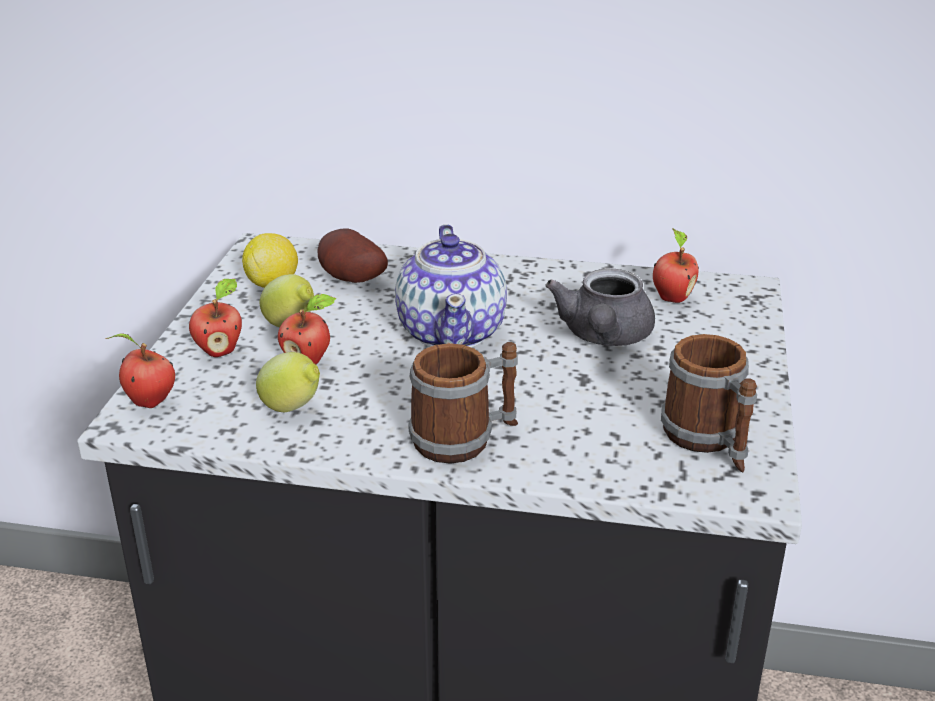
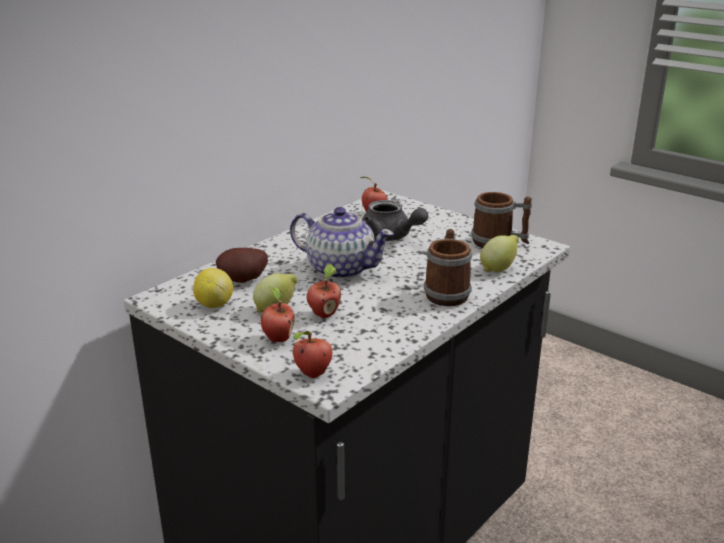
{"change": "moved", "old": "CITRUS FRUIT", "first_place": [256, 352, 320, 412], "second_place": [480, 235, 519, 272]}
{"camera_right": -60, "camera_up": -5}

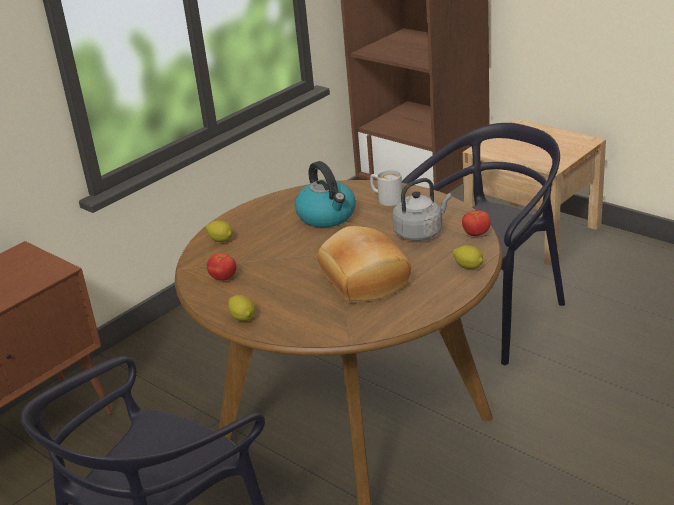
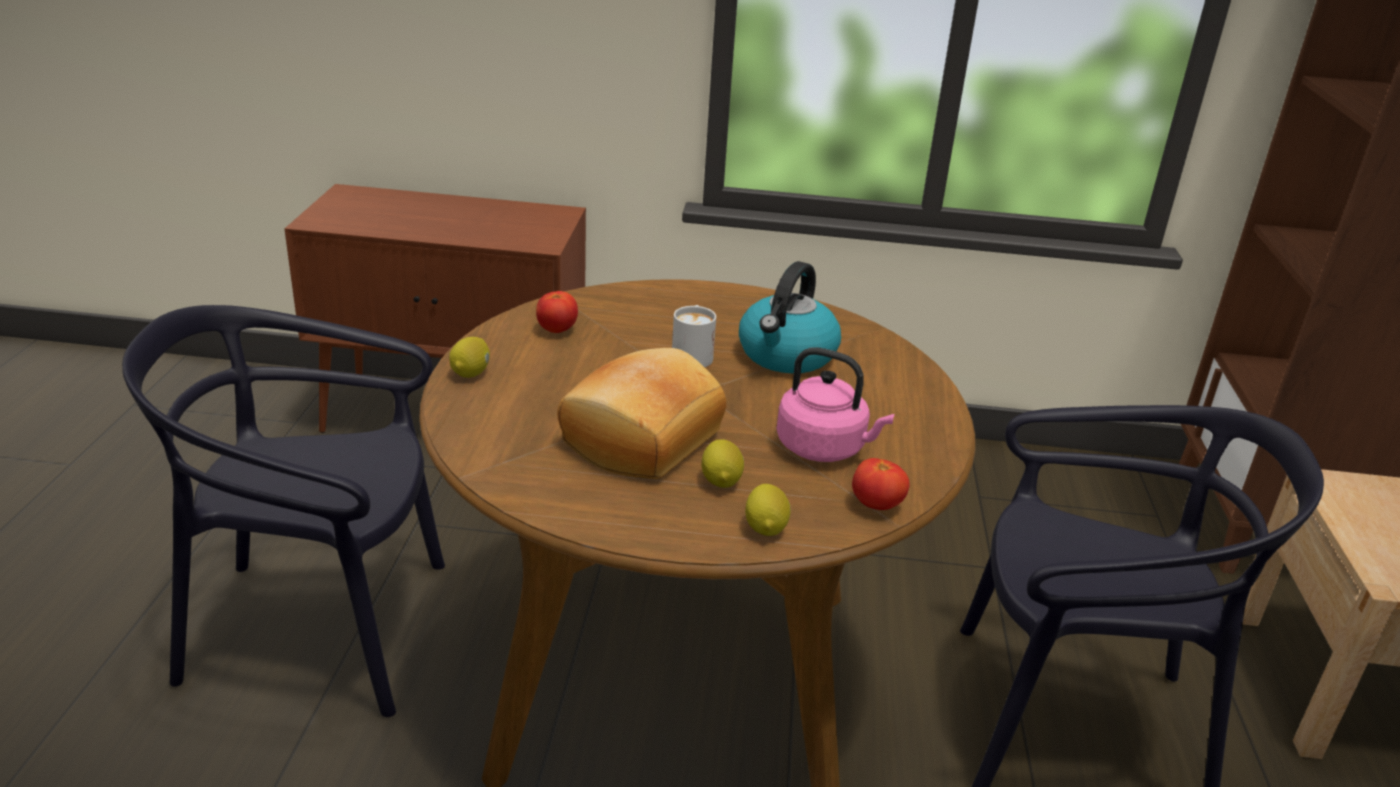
{"change": "moved", "old": "CITRUS FRUIT", "first_place": [206, 220, 233, 242], "second_place": [701, 439, 744, 488]}
{"change": "moved", "old": "WHITE COFFEE MUG", "first_place": [370, 170, 402, 206], "second_place": [672, 305, 716, 367]}
{"change": "recoloured", "old": "GRAY WATER KETTLE", "new": "PINK WATER KETTLE", "first_place": [392, 178, 452, 241], "second_place": [777, 347, 894, 462]}
{"camera_right": 50, "camera_up": 0}

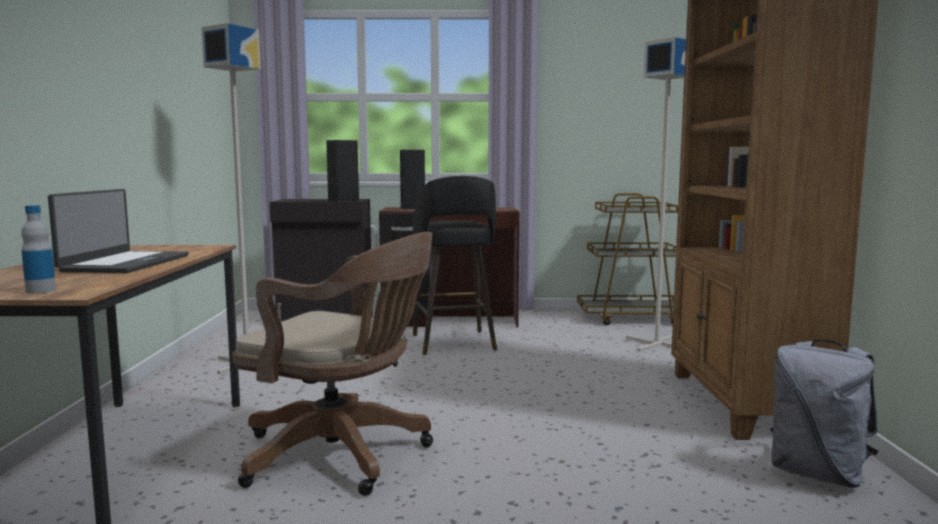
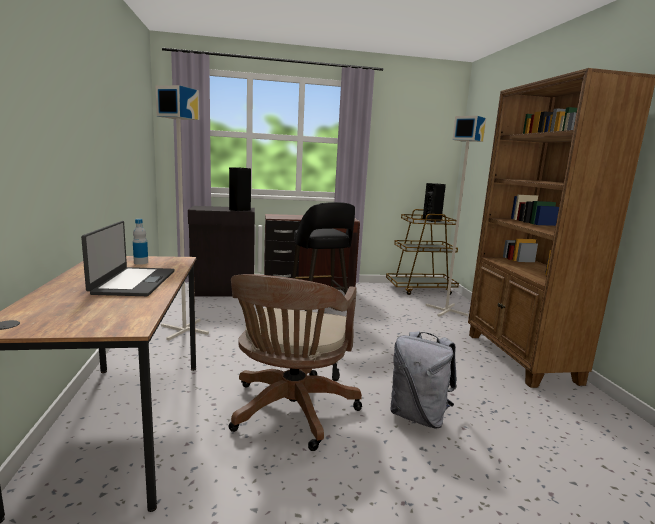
{"change": "moved", "old": "BOTTLE", "first_place": [21, 205, 56, 294], "second_place": [133, 219, 148, 265]}
{"change": "moved", "old": "BLACK SPEAKER", "first_place": [400, 150, 425, 210], "second_place": [423, 183, 446, 222]}
{"change": "moved", "old": "GRAY KNAPSACK", "first_place": [770, 339, 879, 488], "second_place": [390, 331, 457, 428]}
{"change": "turned", "old": "BROWNISH COMPUTER CHAIR", "first_place": [232, 232, 433, 496], "second_place": [229, 274, 362, 451], "degrees": 90}
{"camera_right": -10, "camera_up": 5}

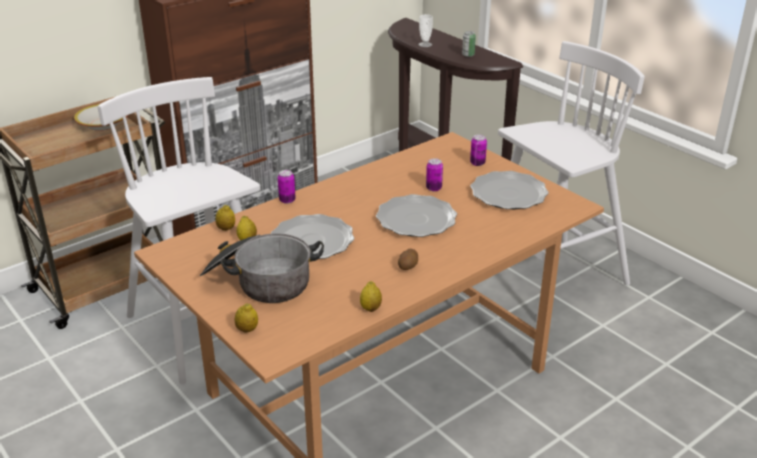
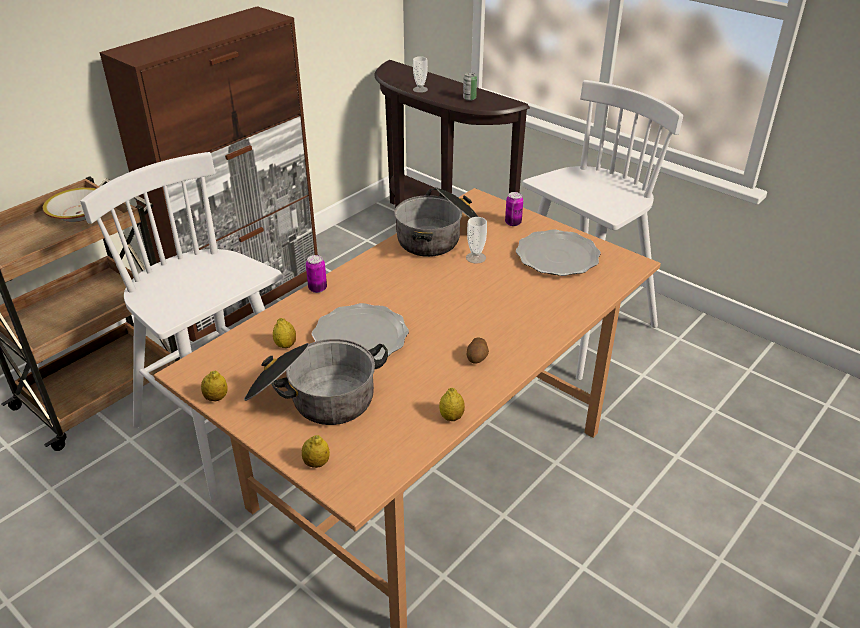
{"change": "removed", "old": "FLAT DISH", "first_place": [376, 194, 457, 237]}
{"change": "added", "new": "COOKING POT", "second_place": [394, 187, 478, 257]}
{"change": "moved", "old": "CITRUS FRUIT", "first_place": [215, 205, 235, 231], "second_place": [201, 371, 228, 402]}
{"change": "replaced", "old": "METAL CAN", "new": "CUP", "first_place": [426, 158, 443, 191], "second_place": [466, 217, 487, 263]}
{"camera_right": -10, "camera_up": 5}

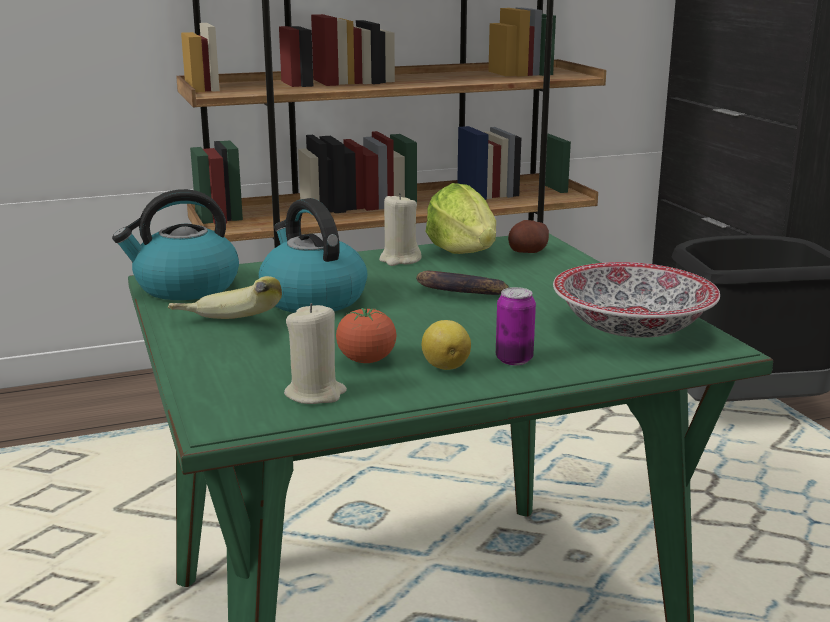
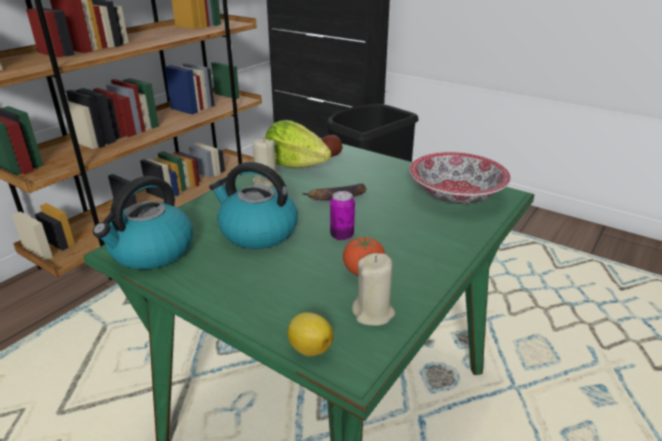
{"change": "removed", "old": "WHOLE BANANA", "first_place": [168, 276, 282, 319]}
{"change": "moved", "old": "CITRUS FRUIT", "first_place": [422, 320, 471, 370], "second_place": [287, 312, 333, 356]}
{"change": "moved", "old": "METAL CAN", "first_place": [496, 287, 536, 365], "second_place": [330, 191, 355, 240]}
{"camera_right": -35, "camera_up": 10}

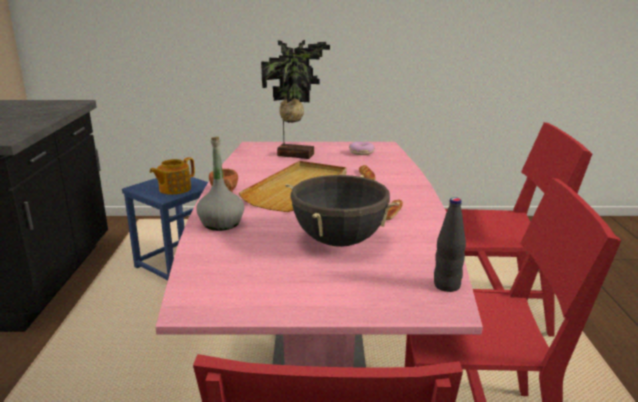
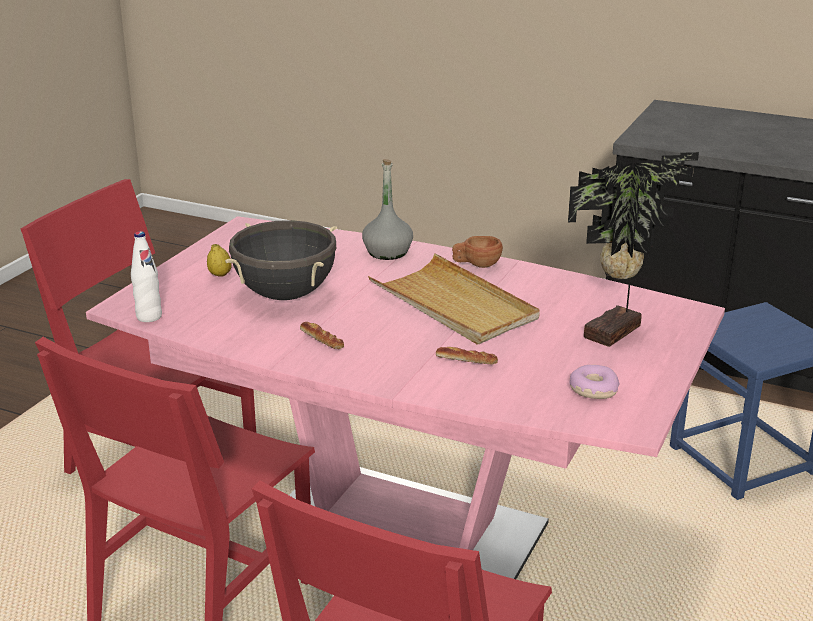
{"change": "removed", "old": "TEAPOT", "first_place": [149, 157, 195, 195]}
{"change": "added", "new": "CITRUS FRUIT", "second_place": [207, 244, 232, 277]}
{"change": "recoloured", "old": "BLACK BOTTLE", "new": "WHITE BOTTLE", "first_place": [434, 197, 466, 292], "second_place": [131, 231, 162, 322]}
{"camera_right": 115, "camera_up": 5}

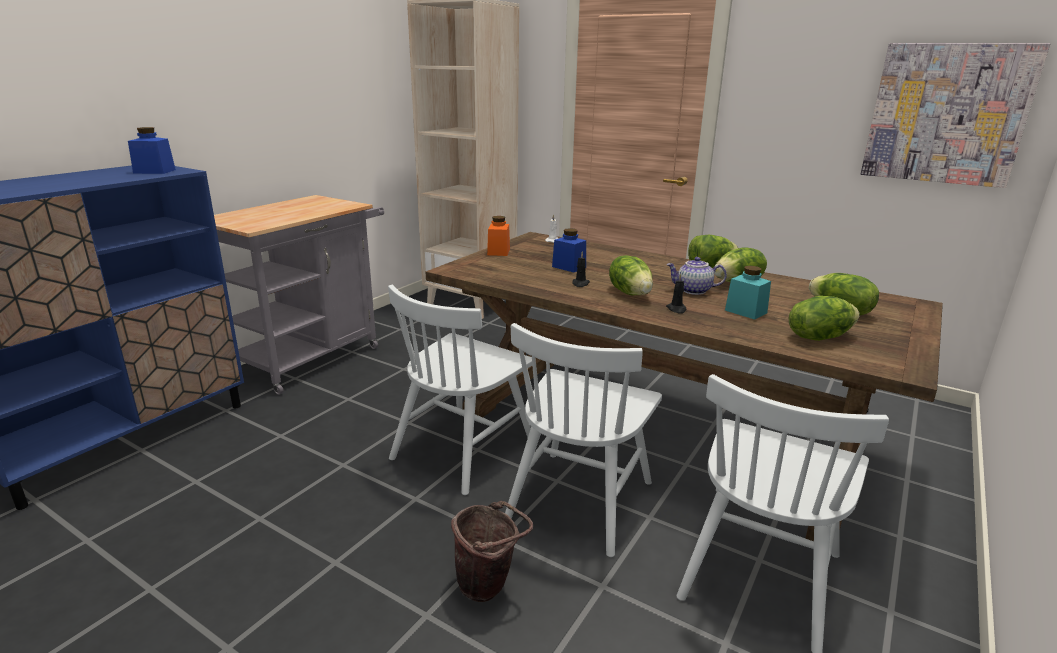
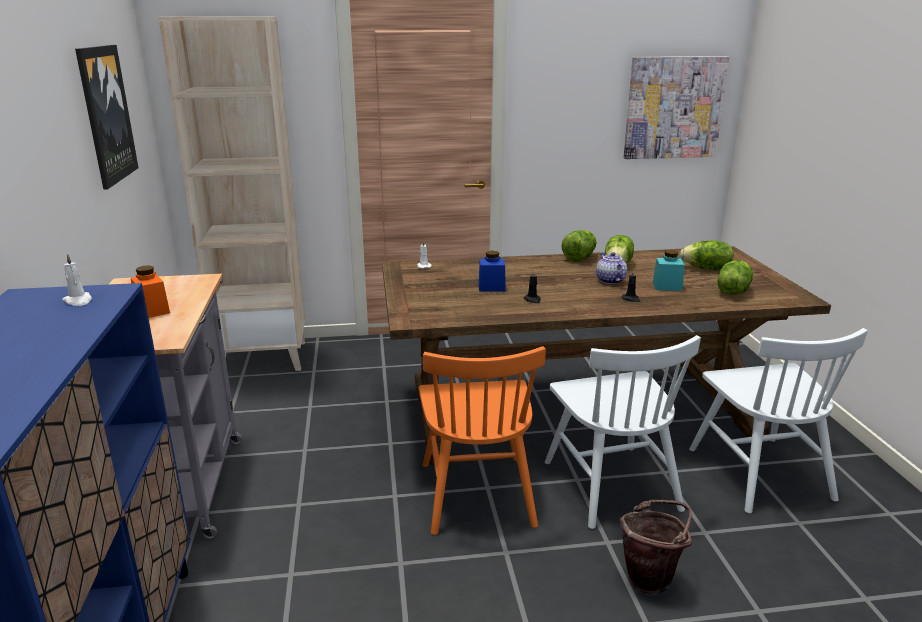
{"change": "removed", "old": "HEAD OF LETTUCE", "first_place": [609, 255, 653, 295]}
{"change": "added", "new": "WALL ART", "second_place": [75, 45, 139, 190]}
{"change": "moved", "old": "ORANGE-COLOURED STORAGE JAR", "first_place": [487, 216, 510, 256], "second_place": [131, 265, 170, 318]}
{"change": "replaced", "old": "BLUE STORAGE JAR", "new": "WHITE CANDLE", "first_place": [128, 127, 176, 174], "second_place": [62, 253, 92, 306]}
{"change": "recoloured", "old": "WHITE CHAIR", "new": "ORANGE-COLOURED CHAIR", "first_place": [388, 285, 532, 495], "second_place": [419, 346, 546, 535]}
{"change": "turned", "old": "TEAPOT", "first_place": [666, 257, 727, 295], "second_place": [596, 252, 627, 284], "degrees": 105}
{"camera_right": -40, "camera_up": 0}

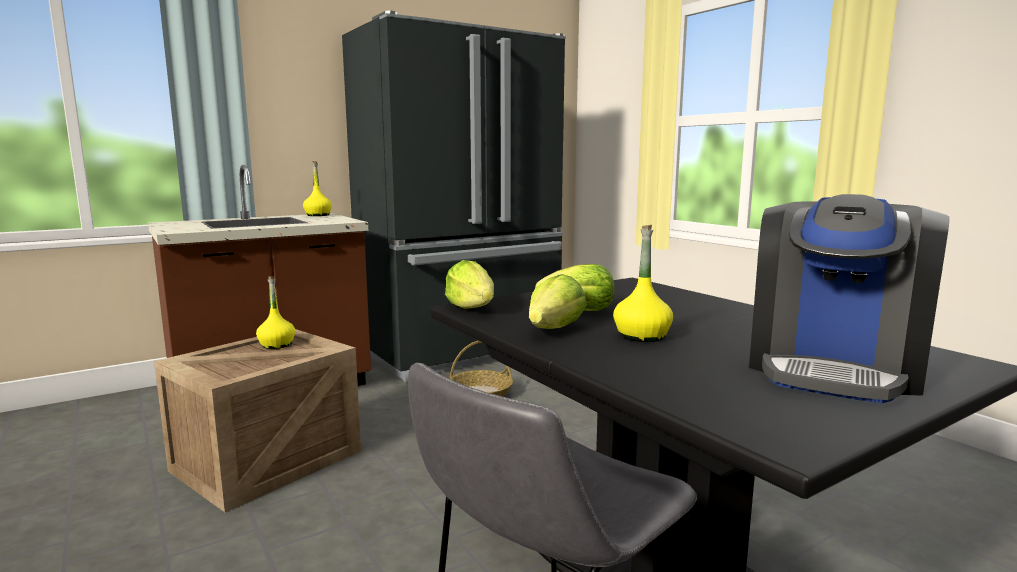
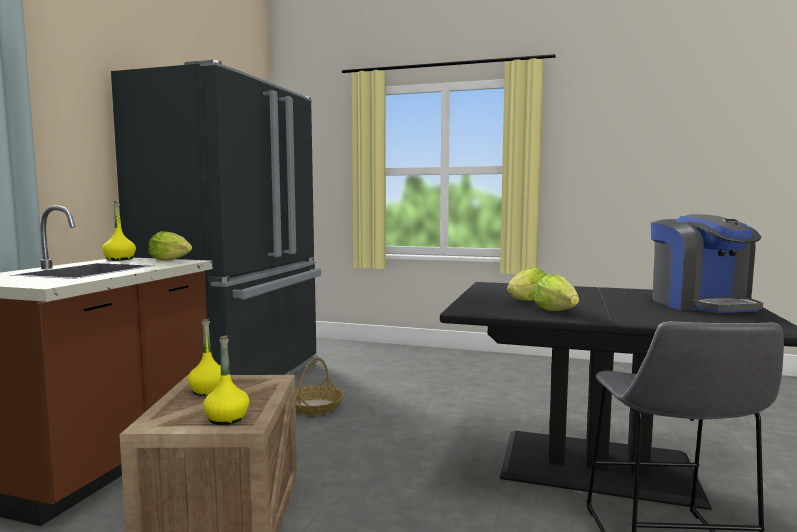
{"change": "moved", "old": "HEAD OF LETTUCE", "first_place": [445, 260, 494, 309], "second_place": [149, 231, 192, 261]}
{"change": "moved", "old": "YELLOW BOTTLE", "first_place": [613, 225, 673, 342], "second_place": [203, 335, 249, 425]}
{"camera_right": -40, "camera_up": -5}

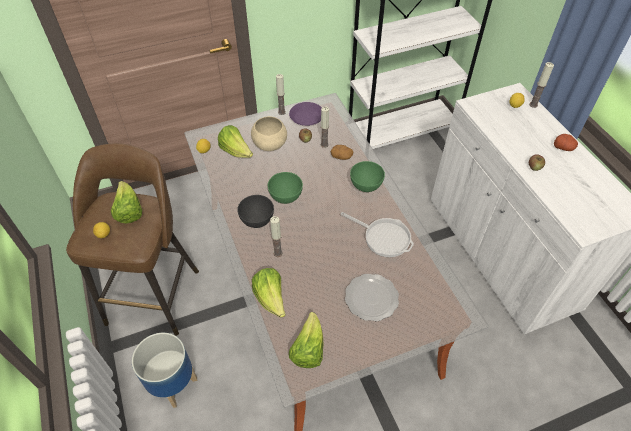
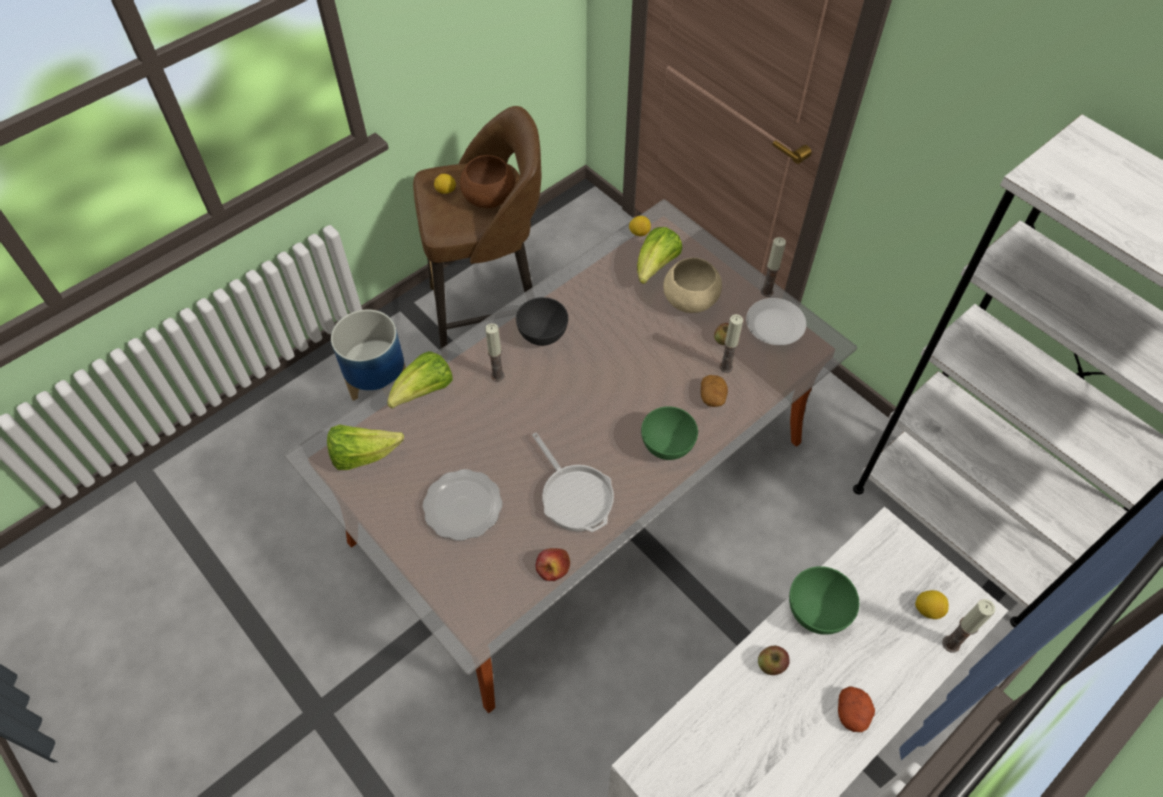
{"change": "added", "new": "APPLE FRUIT", "second_place": [536, 548, 570, 581]}
{"change": "moved", "old": "GREEN SERVING BOWL", "first_place": [268, 172, 303, 204], "second_place": [789, 566, 859, 635]}
{"change": "replaced", "old": "HEAD OF LETTUCE", "new": "BROWNISH SERVING BOWL", "first_place": [111, 181, 142, 224], "second_place": [460, 155, 515, 208]}
{"change": "recoloured", "old": "PURPLISH FLAT DISH", "new": "WHITE FLAT DISH", "first_place": [289, 102, 322, 126], "second_place": [746, 298, 806, 345]}
{"change": "turned", "old": "SKILLET", "first_place": [340, 212, 414, 257], "second_place": [532, 433, 614, 532], "degrees": -45}
{"camera_right": 70, "camera_up": 5}

